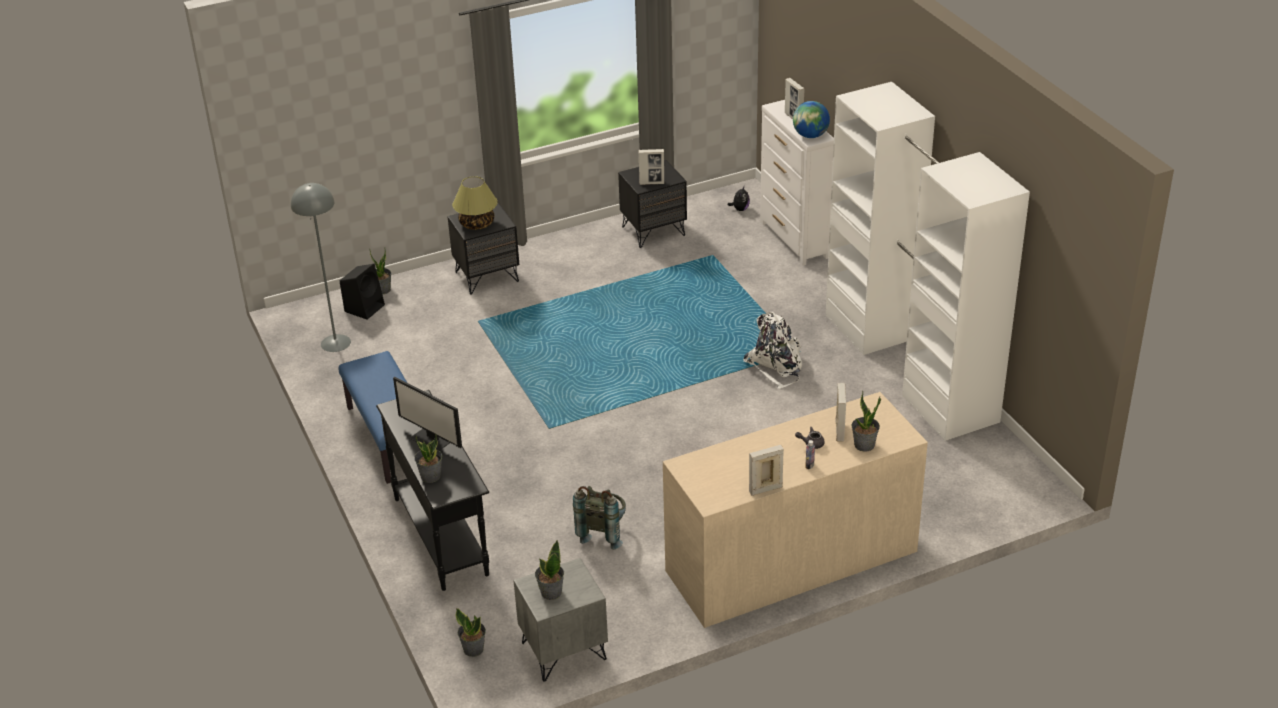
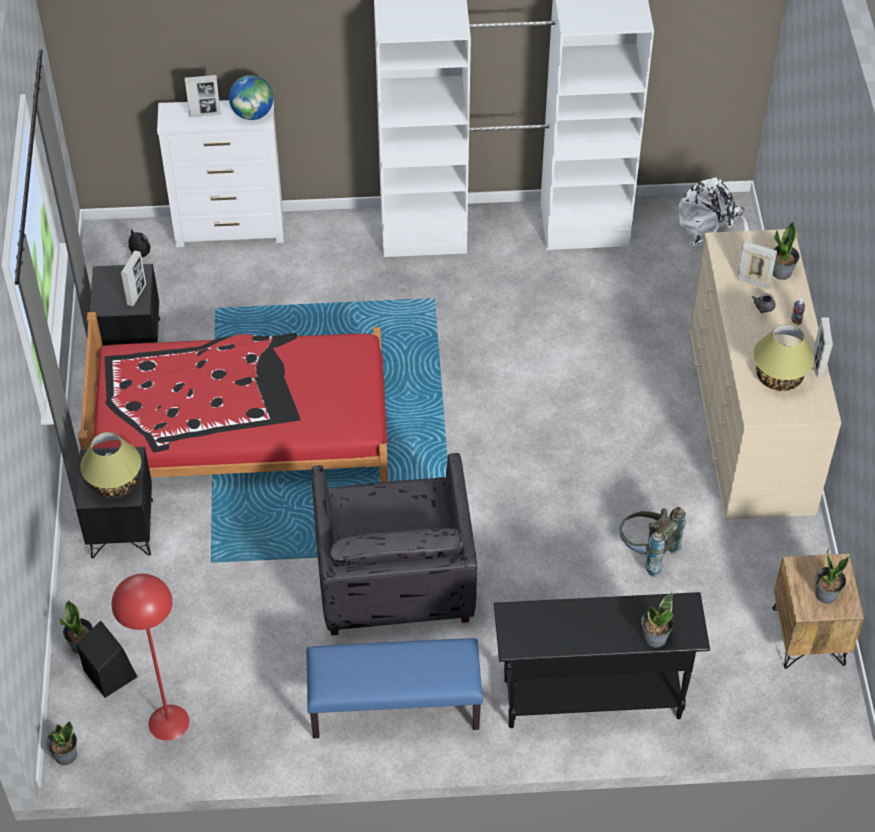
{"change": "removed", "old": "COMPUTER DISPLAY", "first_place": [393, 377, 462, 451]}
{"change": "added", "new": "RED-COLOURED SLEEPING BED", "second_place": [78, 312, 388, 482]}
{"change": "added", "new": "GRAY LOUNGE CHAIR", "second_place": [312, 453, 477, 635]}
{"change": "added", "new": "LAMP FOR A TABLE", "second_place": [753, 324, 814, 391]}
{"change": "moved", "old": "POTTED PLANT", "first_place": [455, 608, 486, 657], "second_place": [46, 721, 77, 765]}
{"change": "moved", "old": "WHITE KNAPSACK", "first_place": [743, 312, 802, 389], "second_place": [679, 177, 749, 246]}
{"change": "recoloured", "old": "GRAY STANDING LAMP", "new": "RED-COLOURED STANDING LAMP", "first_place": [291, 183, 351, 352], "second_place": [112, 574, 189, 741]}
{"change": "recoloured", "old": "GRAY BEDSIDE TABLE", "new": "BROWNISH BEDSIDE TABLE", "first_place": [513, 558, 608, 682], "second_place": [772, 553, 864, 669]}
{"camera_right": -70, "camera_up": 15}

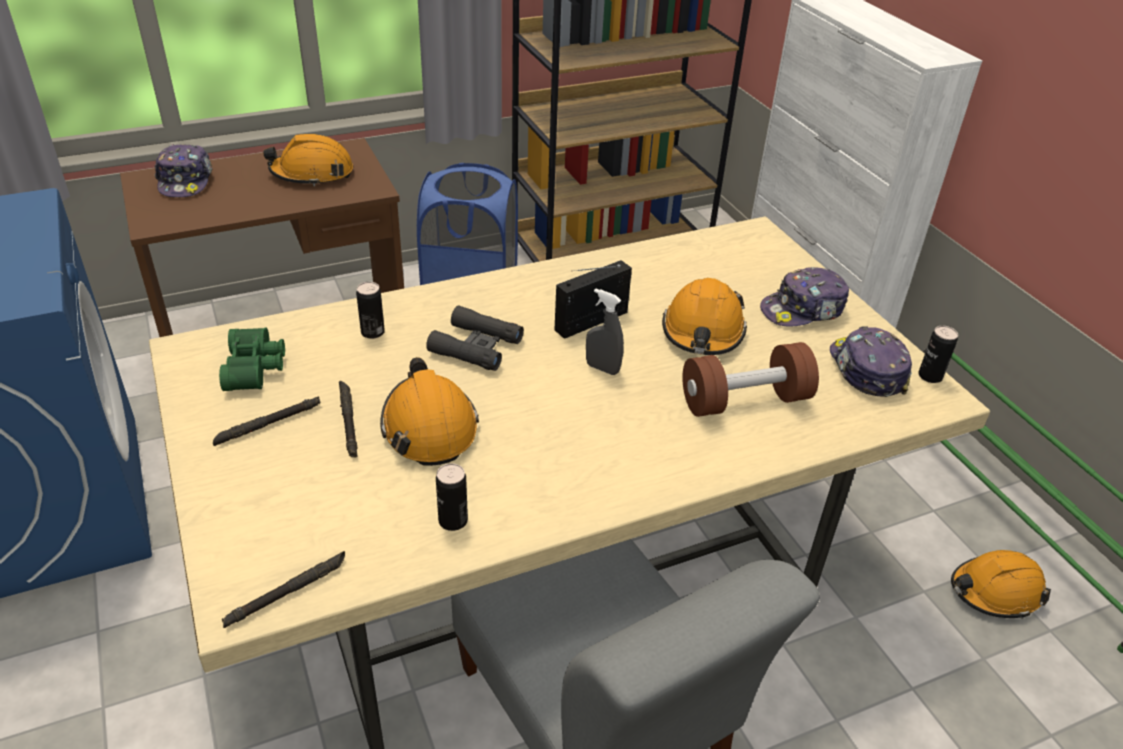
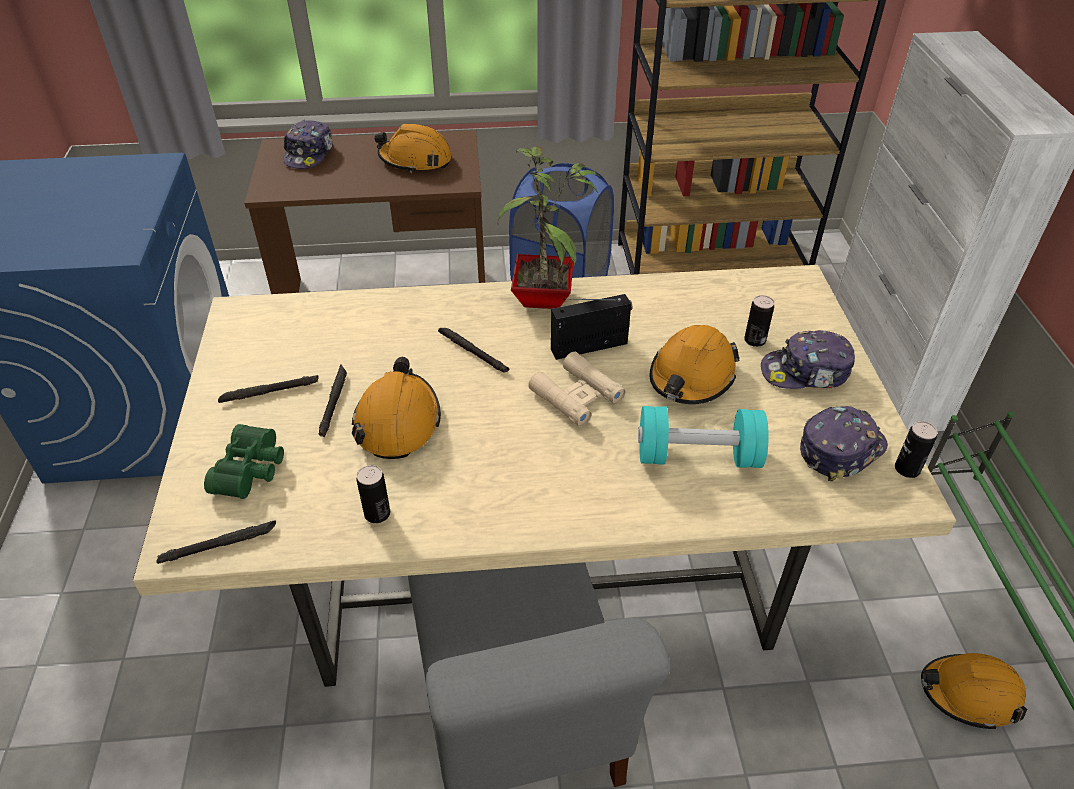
{"change": "added", "new": "POTTED PLANT", "second_place": [497, 146, 600, 309]}
{"change": "moved", "old": "GREEN FIELD GLASSES", "first_place": [219, 327, 285, 391], "second_place": [204, 424, 284, 499]}
{"change": "moved", "old": "METAL CAN", "first_place": [356, 282, 385, 339], "second_place": [744, 295, 774, 347]}
{"change": "replaced", "old": "BLACK FIELD GLASSES", "new": "BLACK TORCH", "first_place": [426, 306, 524, 371], "second_place": [438, 328, 509, 373]}
{"change": "replaced", "old": "GRAY SPRAY BOTTLE", "new": "BEIGE-COLOURED FIELD GLASSES", "first_place": [586, 288, 624, 375], "second_place": [528, 352, 626, 427]}
{"change": "recoloured", "old": "BROWNISH FREE WEIGHT", "new": "BLUE-GREEN FREE WEIGHT", "first_place": [682, 342, 819, 417], "second_place": [638, 406, 769, 468]}
{"change": "turned", "old": "PEAKED CAP", "first_place": [830, 326, 912, 397], "second_place": [800, 406, 888, 481], "degrees": 45}
{"camera_right": 20, "camera_up": 5}

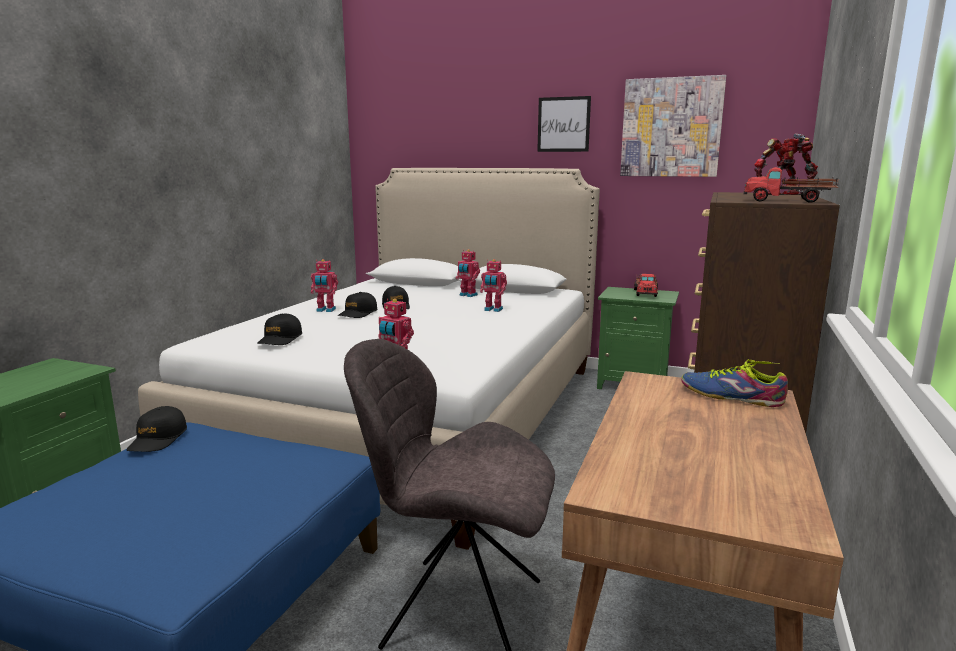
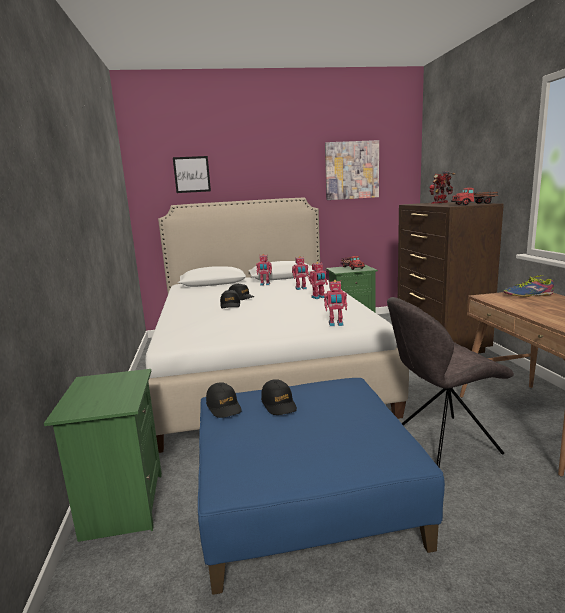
{"change": "moved", "old": "BLACK PEAKED CAP", "first_place": [257, 314, 302, 345], "second_place": [261, 379, 297, 415]}
{"change": "moved", "old": "ROBOT FIGURE", "first_place": [311, 259, 338, 312], "second_place": [309, 262, 328, 299]}
{"change": "moved", "old": "WALL ART", "first_place": [537, 96, 591, 152], "second_place": [173, 156, 211, 193]}
{"camera_right": -30, "camera_up": 0}

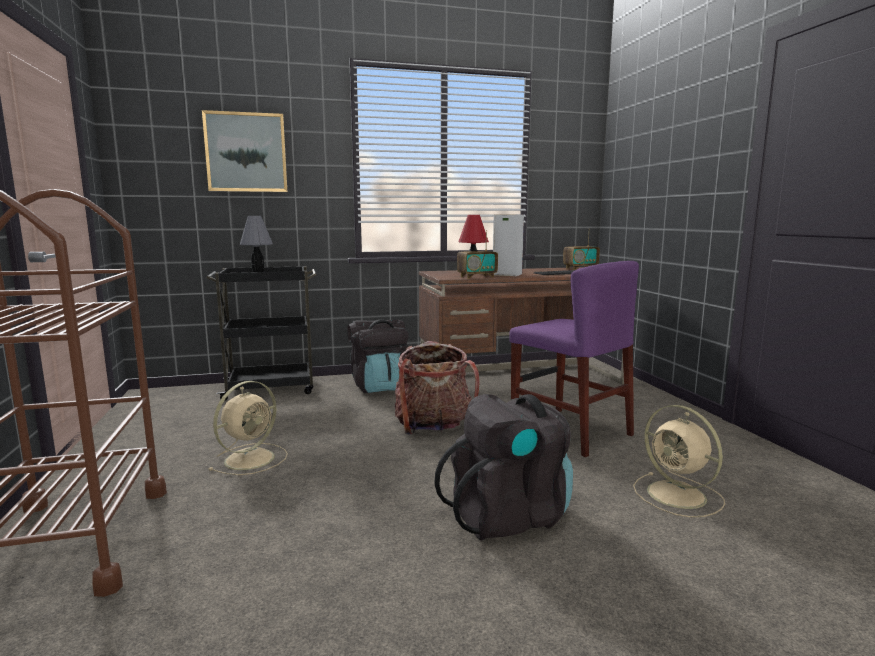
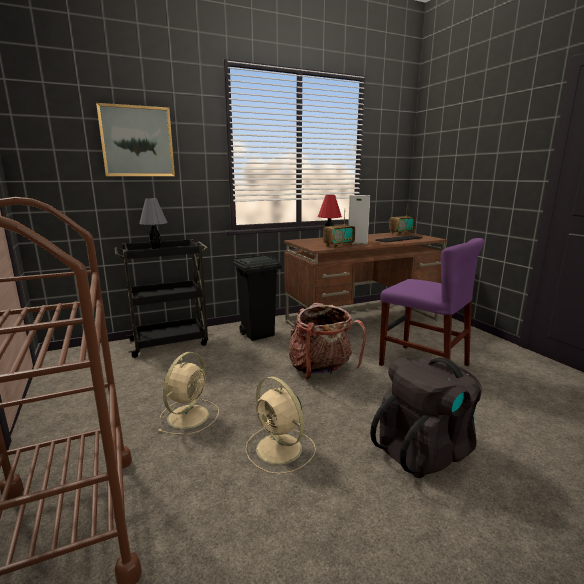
{"change": "moved", "old": "BEIGE-COLOURED ELECTRIC FAN", "first_place": [633, 405, 725, 518], "second_place": [245, 377, 316, 474]}
{"change": "replaced", "old": "BLACK KNAPSACK", "new": "BLACK RUBBISH BIN", "first_place": [347, 319, 408, 393], "second_place": [233, 254, 282, 341]}
{"camera_right": -10, "camera_up": 5}

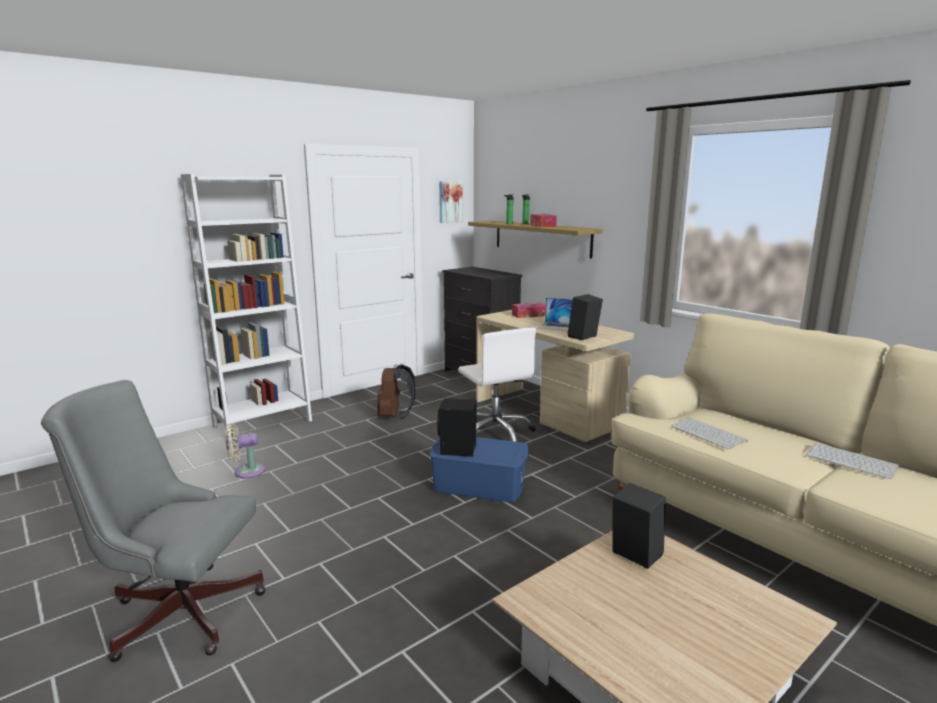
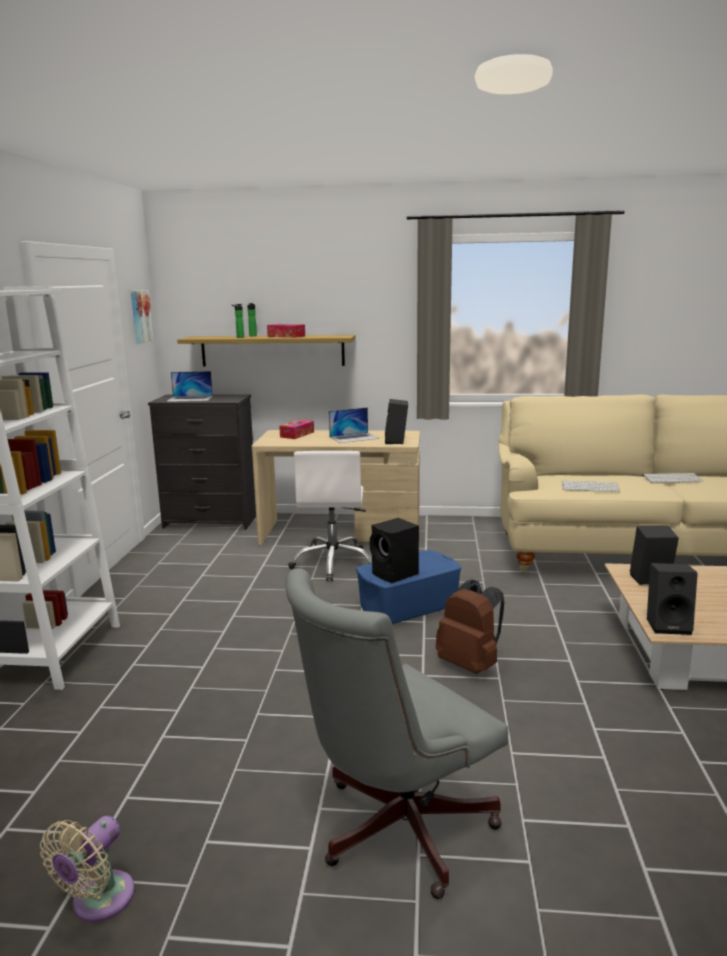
{"change": "added", "new": "PORTABLE COMPUTER", "second_place": [166, 371, 213, 402]}
{"change": "added", "new": "BLACK SPEAKER", "second_place": [647, 563, 698, 635]}
{"change": "moved", "old": "BEIGE-COLOURED ELECTRIC FAN", "first_place": [225, 423, 265, 479], "second_place": [40, 816, 135, 922]}
{"change": "moved", "old": "BROWNISH KNAPSACK", "first_place": [377, 364, 415, 419], "second_place": [436, 580, 504, 674]}
{"change": "turned", "old": "WHITE COMPUTER CHAIR", "first_place": [458, 327, 536, 442], "second_place": [288, 451, 372, 581], "degrees": 75}
{"camera_right": -45, "camera_up": 0}

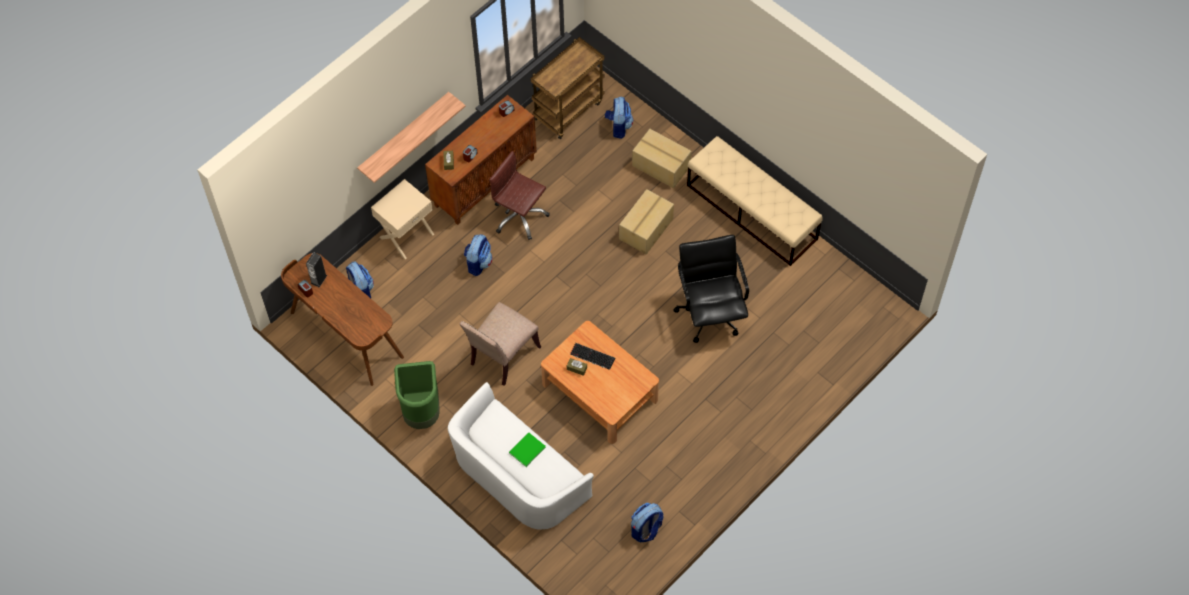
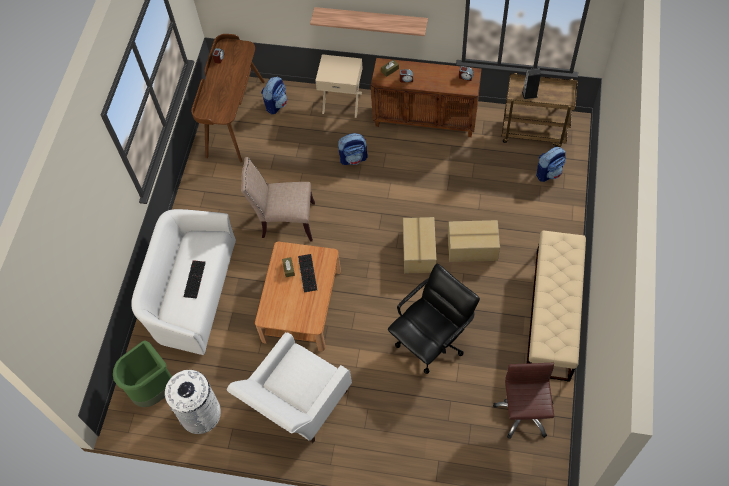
{"change": "added", "new": "WHITE LOUNGE CHAIR", "second_place": [227, 332, 352, 443]}
{"change": "moved", "old": "SPEAKER", "first_place": [306, 252, 327, 288], "second_place": [522, 68, 541, 99]}
{"change": "moved", "old": "GREEN RUBBISH BIN", "first_place": [394, 361, 440, 429], "second_place": [113, 340, 172, 407]}
{"change": "moved", "old": "BROWNISH COMPUTER CHAIR", "first_place": [489, 151, 550, 240], "second_place": [493, 363, 554, 439]}
{"change": "moved", "old": "CARDBOARD BOX", "first_place": [632, 129, 692, 188], "second_place": [403, 217, 437, 273]}
{"change": "replaced", "old": "GREEN VOLUME", "new": "PC KEYBOARD", "first_place": [509, 433, 546, 467], "second_place": [184, 260, 206, 299]}
{"change": "replaced", "old": "KNAPSACK", "new": "WHITE RUBBISH BIN", "first_place": [631, 503, 663, 542], "second_place": [165, 370, 221, 434]}
{"camera_right": 60, "camera_up": 0}

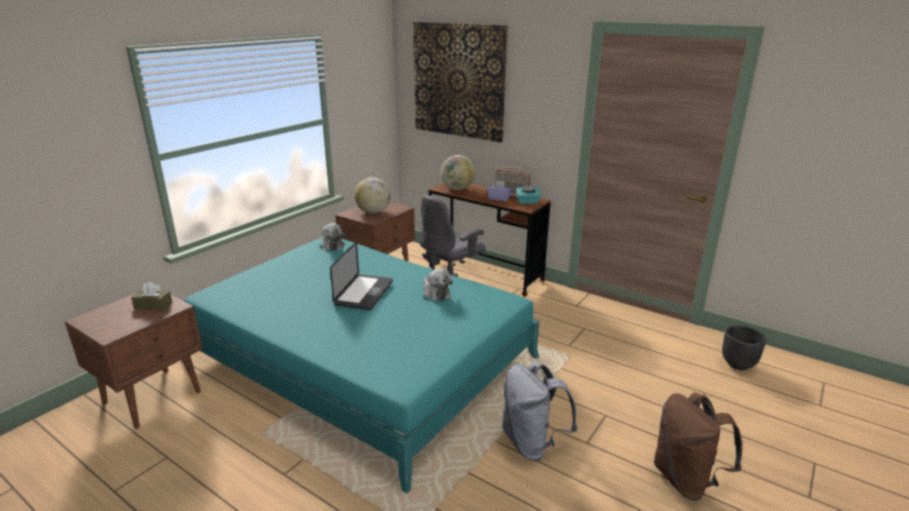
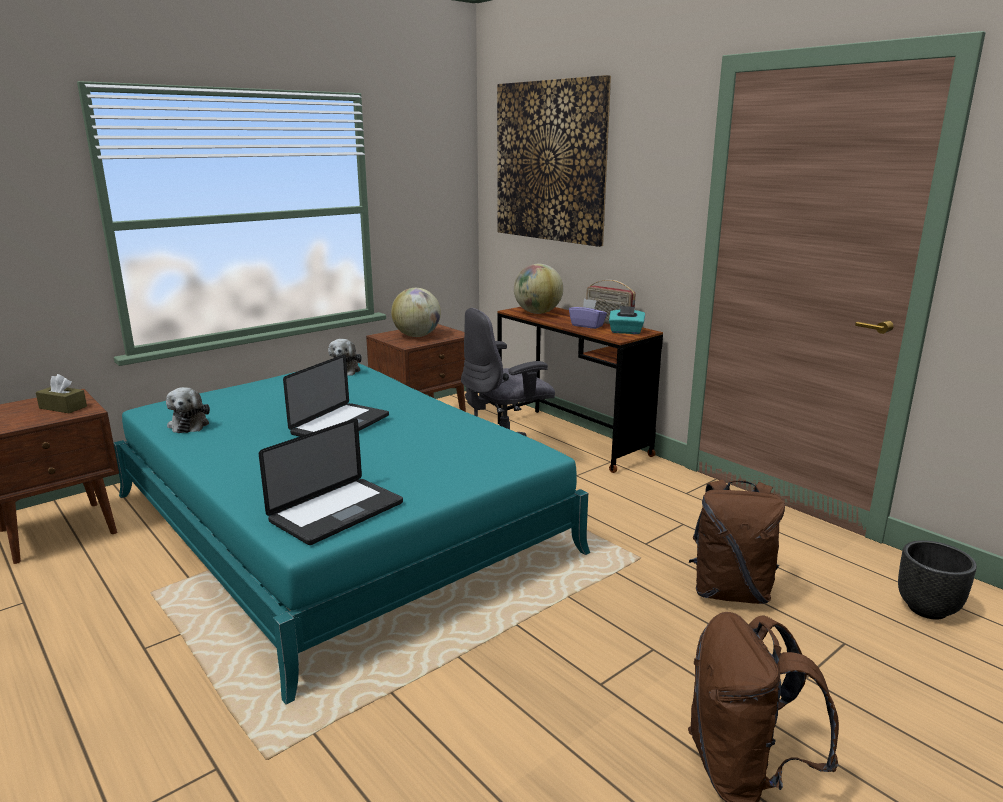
{"change": "removed", "old": "GRAY KNAPSACK", "first_place": [503, 362, 577, 461]}
{"change": "added", "new": "PORTABLE COMPUTER", "second_place": [259, 418, 403, 545]}
{"change": "added", "new": "BROWNISH KNAPSACK", "second_place": [689, 480, 785, 604]}
{"change": "moved", "old": "PLUSH TOY", "first_place": [423, 268, 453, 301], "second_place": [166, 387, 210, 433]}
{"camera_right": 15, "camera_up": -5}

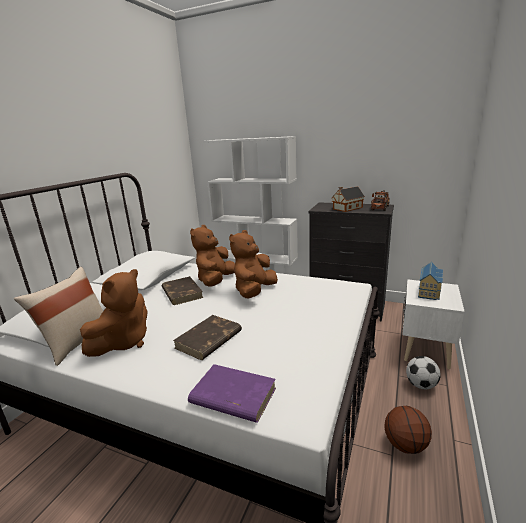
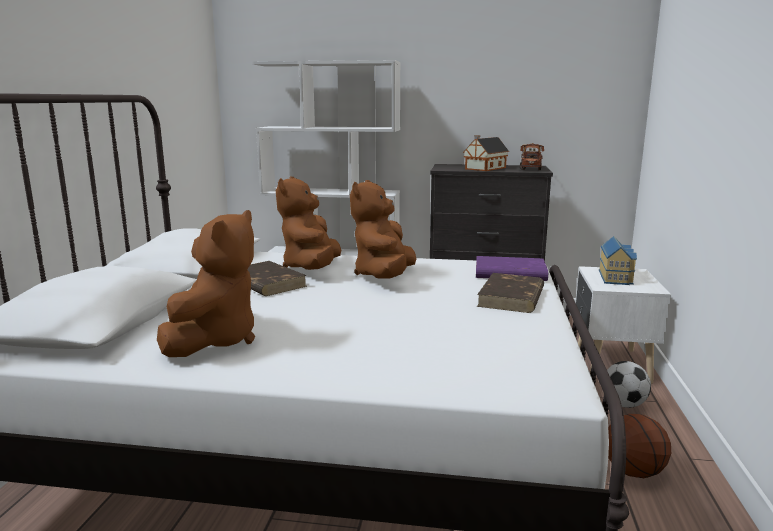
{"change": "removed", "old": "BEIGE-COLOURED THROW PILLOW", "first_place": [14, 267, 103, 366]}
{"change": "moved", "old": "BROWNISH VOLUME", "first_place": [173, 315, 242, 360], "second_place": [477, 273, 544, 313]}
{"change": "moved", "old": "PURPLISH VOLUME", "first_place": [188, 364, 276, 423], "second_place": [476, 256, 548, 281]}
{"camera_right": -15, "camera_up": -5}

